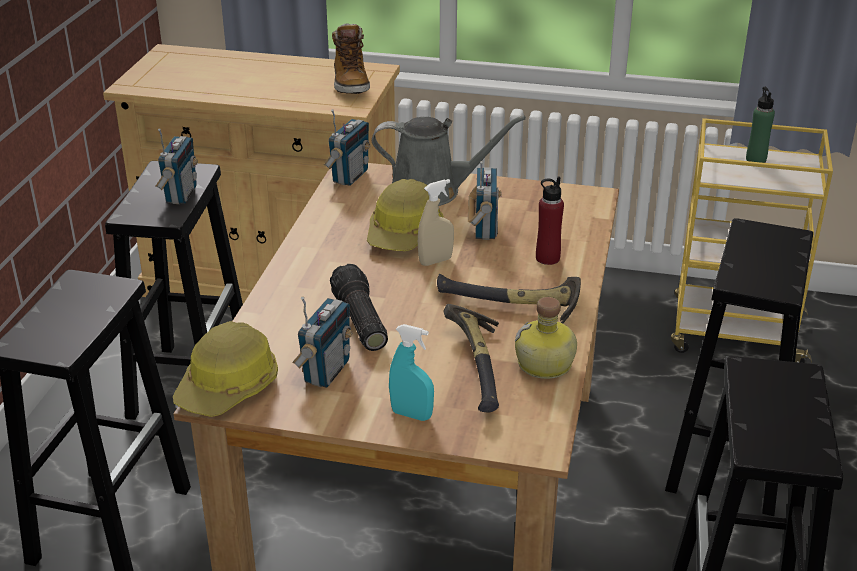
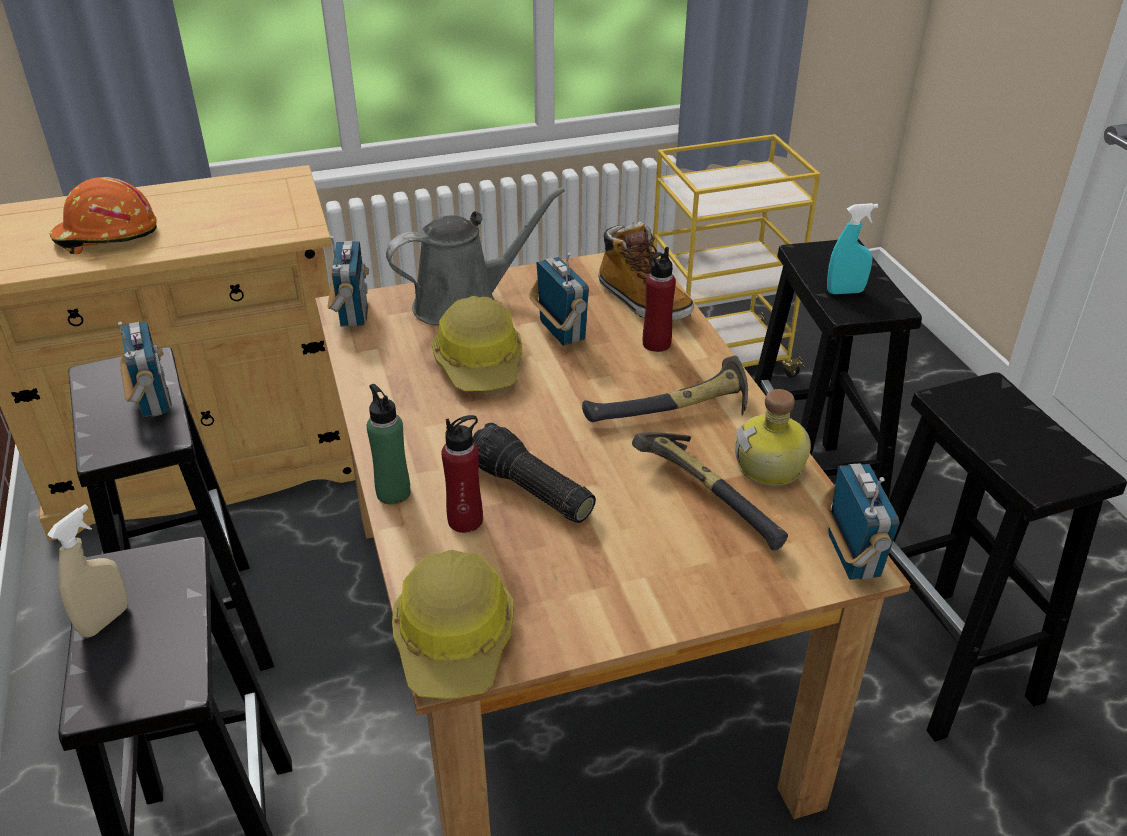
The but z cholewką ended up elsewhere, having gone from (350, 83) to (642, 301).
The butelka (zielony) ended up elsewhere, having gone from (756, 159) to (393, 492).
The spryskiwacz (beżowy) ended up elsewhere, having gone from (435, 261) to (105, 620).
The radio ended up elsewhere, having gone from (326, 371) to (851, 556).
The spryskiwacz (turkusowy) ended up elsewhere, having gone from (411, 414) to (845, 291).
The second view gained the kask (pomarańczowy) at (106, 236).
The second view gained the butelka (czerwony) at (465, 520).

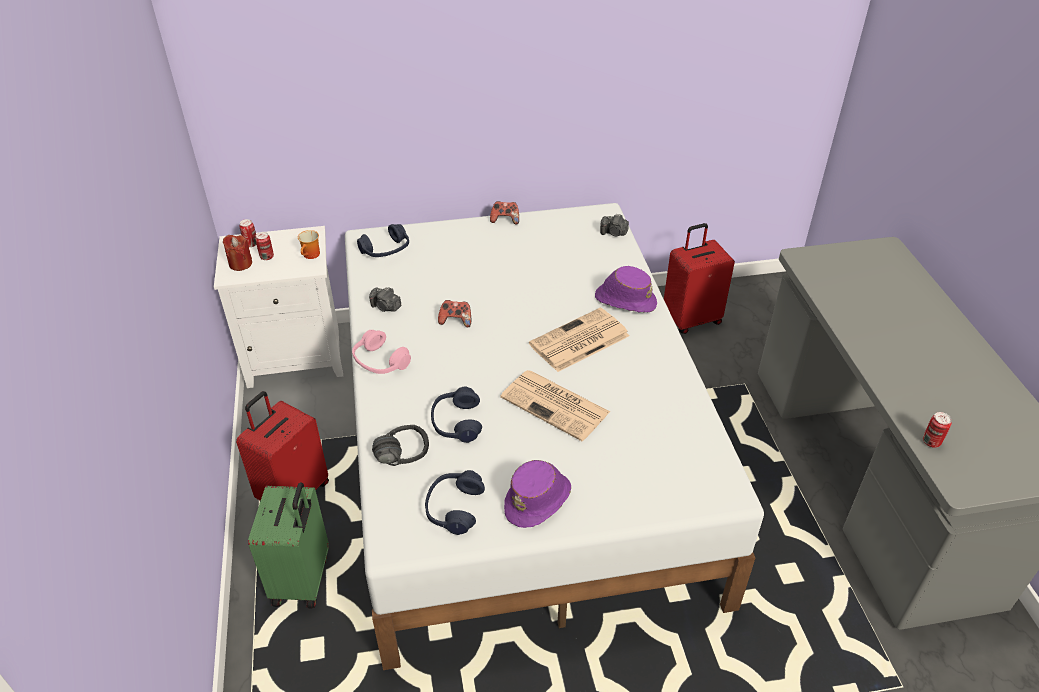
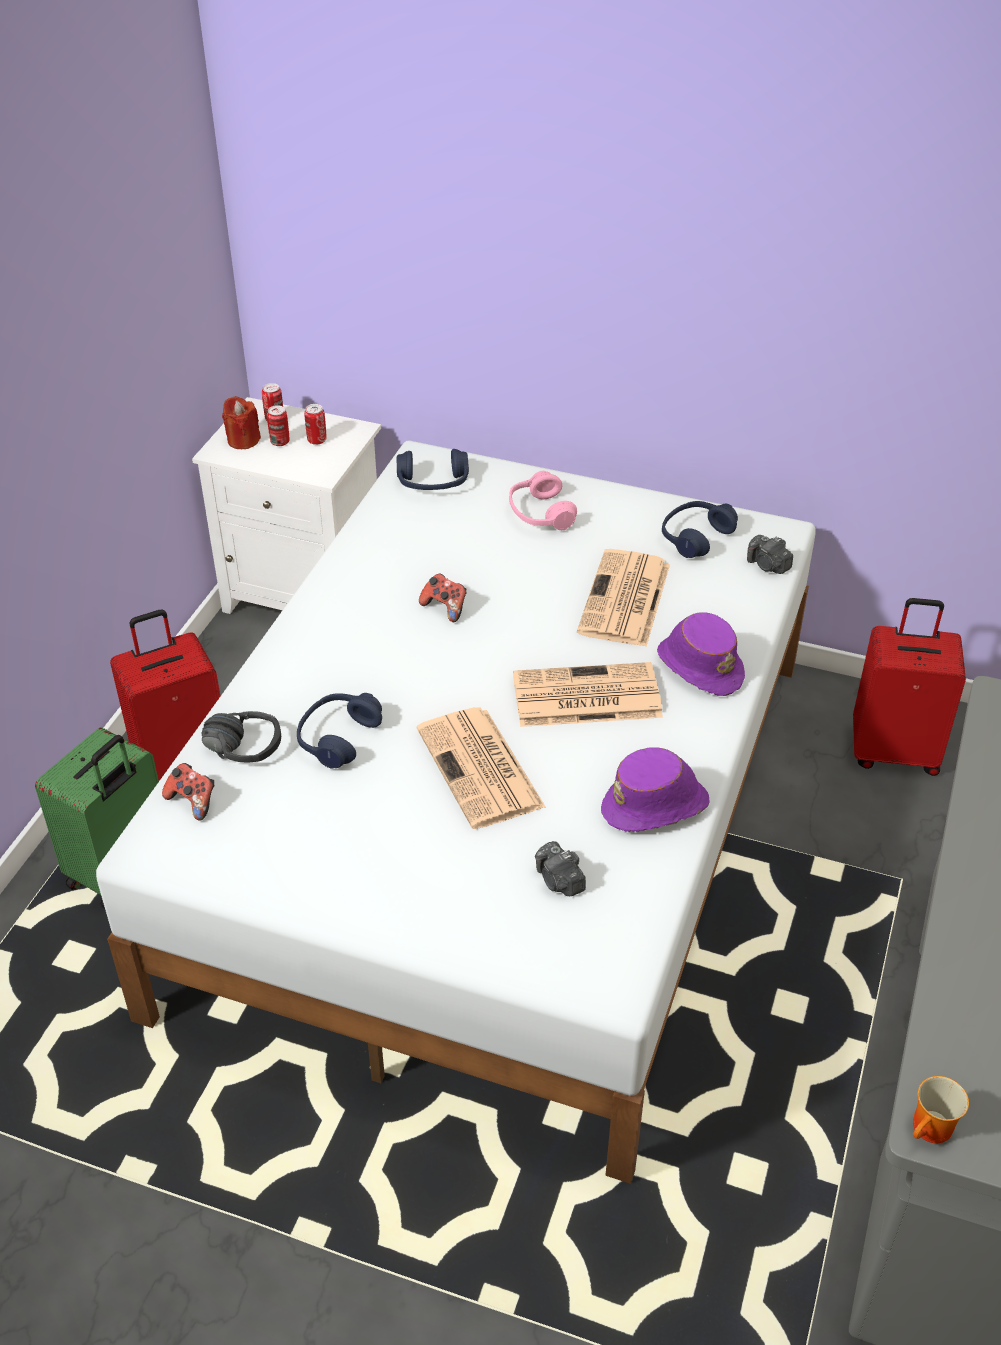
The pad do gier ended up elsewhere, having gone from (505, 220) to (193, 801).
The kubek ended up elsewhere, having gone from (312, 255) to (932, 1131).
The aparat fotograficzny ended up elsewhere, having gone from (385, 307) to (559, 881).
The słuchawki (różowy) ended up elsewhere, having gone from (380, 362) to (540, 514).
The puszka ended up elsewhere, having gone from (931, 442) to (317, 440).
The kapelusz (fioletowy) ended up elsewhere, having gone from (538, 500) to (656, 806).
The słuchawki (niebieski) ended up elsewhere, having gone from (454, 508) to (695, 537).
The second view gained the gazeta at (625, 600).

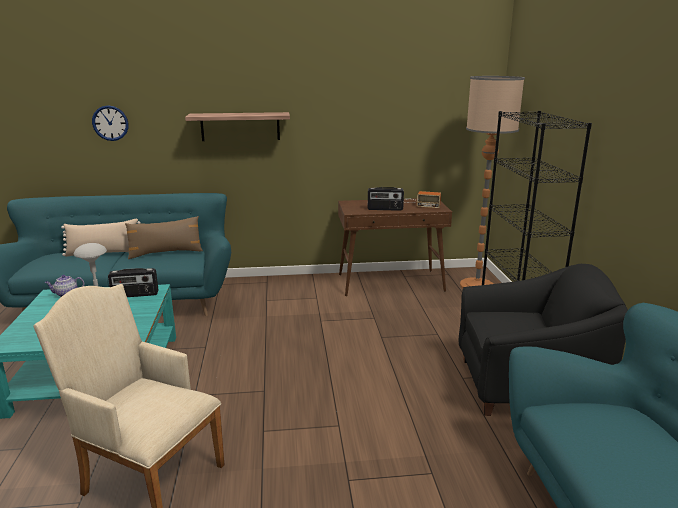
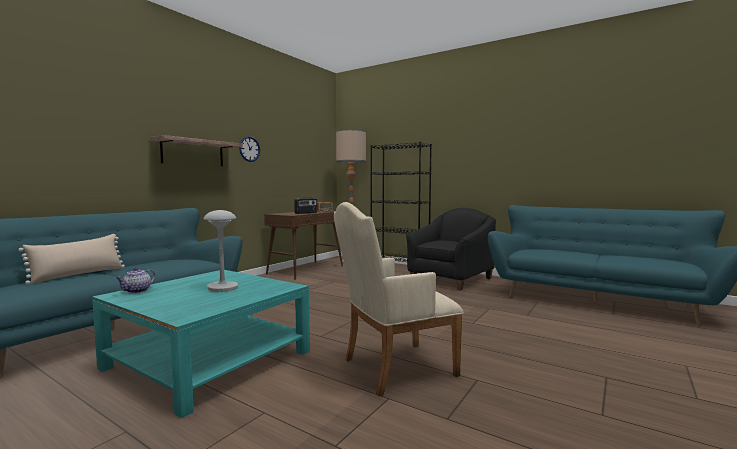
The zegar ścienny ended up elsewhere, having gone from (110, 123) to (249, 149).
The second view lost the poduszka (brązowy) at (166, 253).
The second view lost the radio at (135, 295).

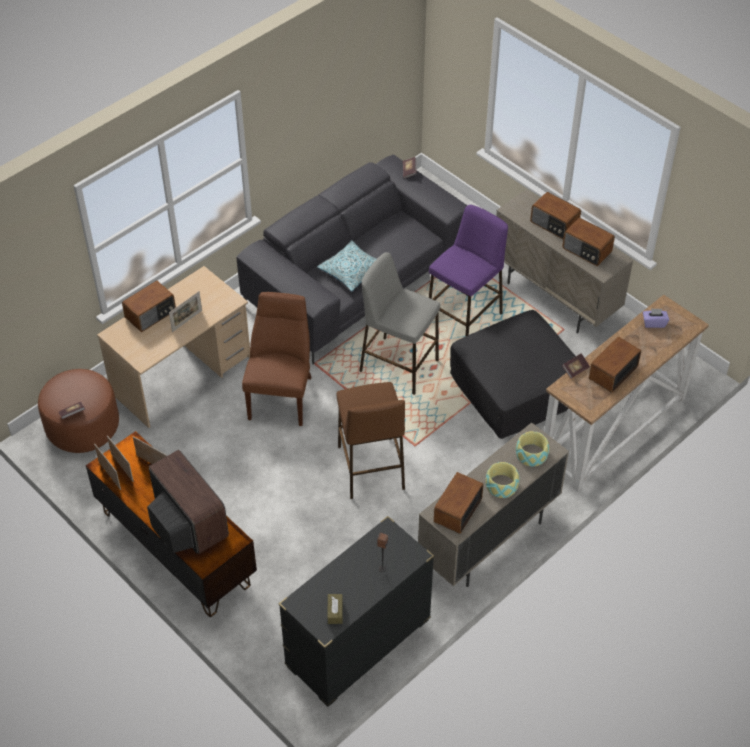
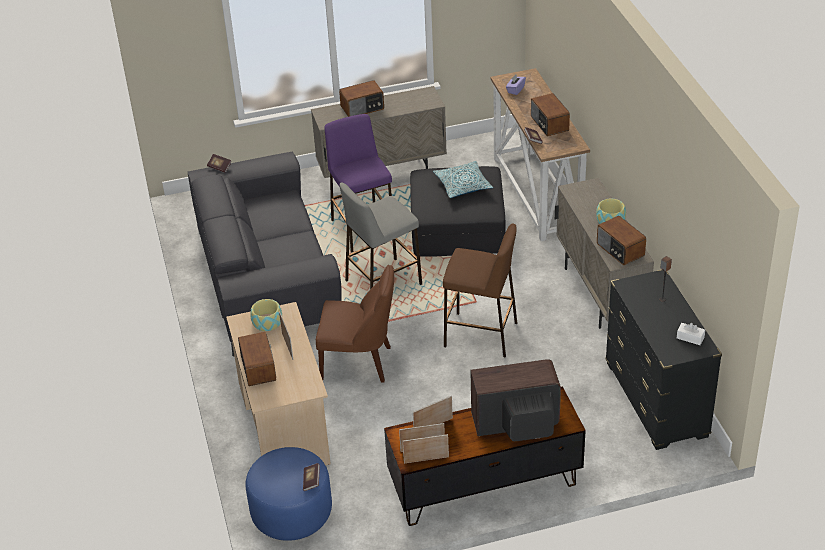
The second view lost the radio at (586, 251).
The poduszka ended up elsewhere, having gone from (352, 271) to (463, 185).
The krzesło (brązowy) at (282, 395) ended up facing another way, 150 degrees clockwise from before.
What was the pufa (brązowy) at (83, 427) turned into the pufa (niebieski) at (291, 513).
The miska ended up elsewhere, having gone from (531, 454) to (267, 322).
What was the pudełko chusteczek (brązowy) at (335, 612) turned into the pudełko chusteczek (biały) at (690, 338).

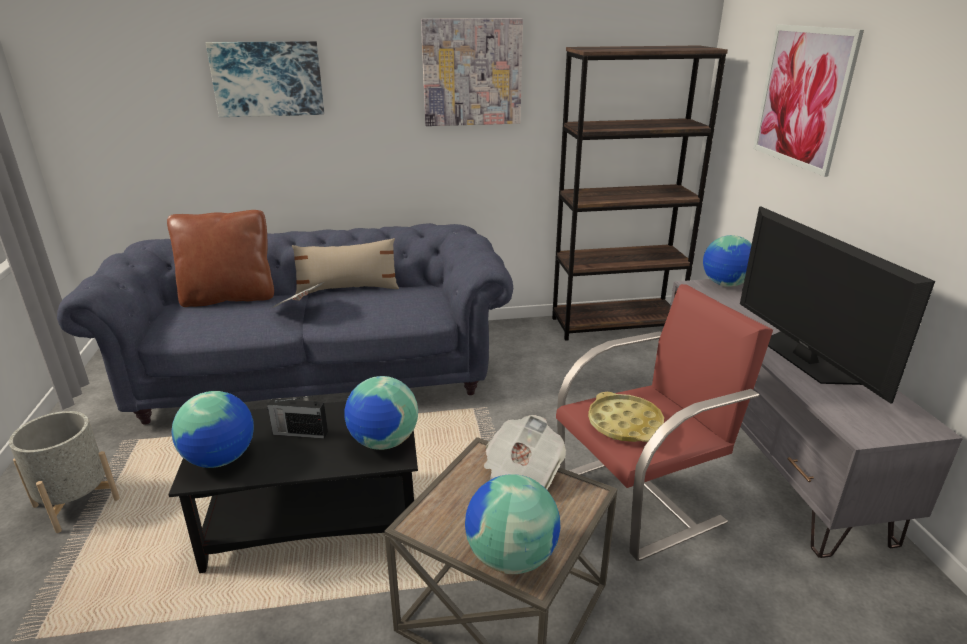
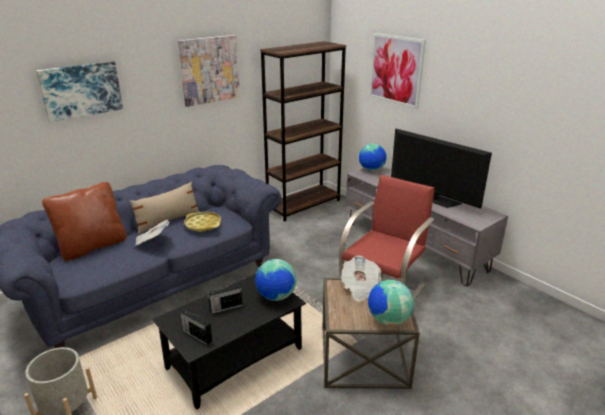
Where the globus stood at (221, 459), the radio came to stand at (197, 335).
The taca (żółty) ended up elsewhere, having gone from (625, 424) to (203, 225).

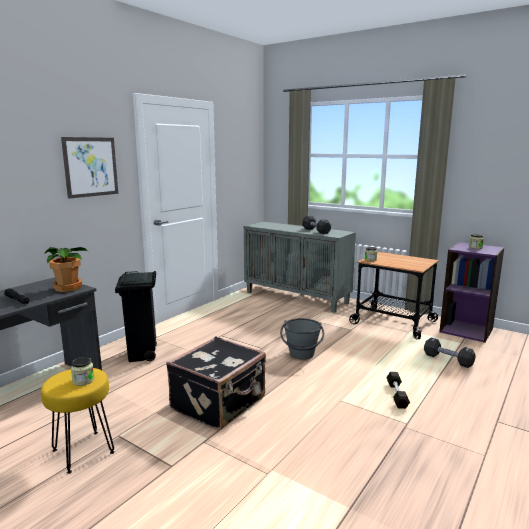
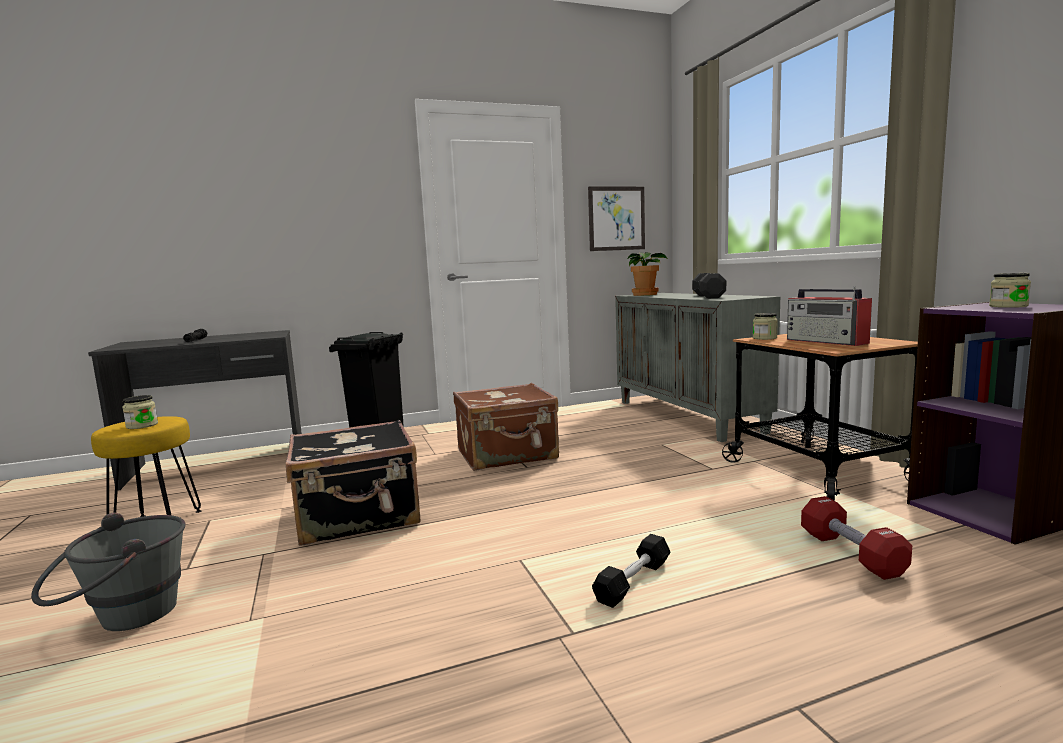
The obraz ended up elsewhere, having gone from (91, 167) to (616, 218).
The roślina doniczkowa ended up elsewhere, having gone from (68, 288) to (645, 294).
The wiadro (szary) ended up elsewhere, having gone from (301, 356) to (123, 619).
What was the hantel (czarny) at (448, 360) turned into the hantel (czerwony) at (851, 553).
The second view gained the radio at (827, 341).
The second view gained the walizka (brązowy) at (507, 455).

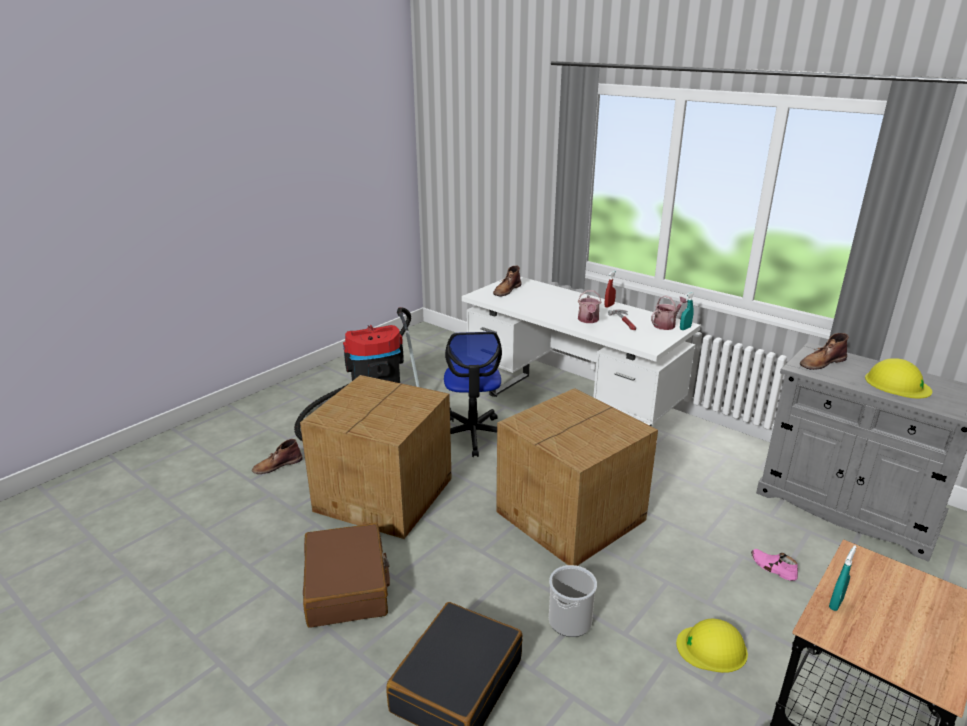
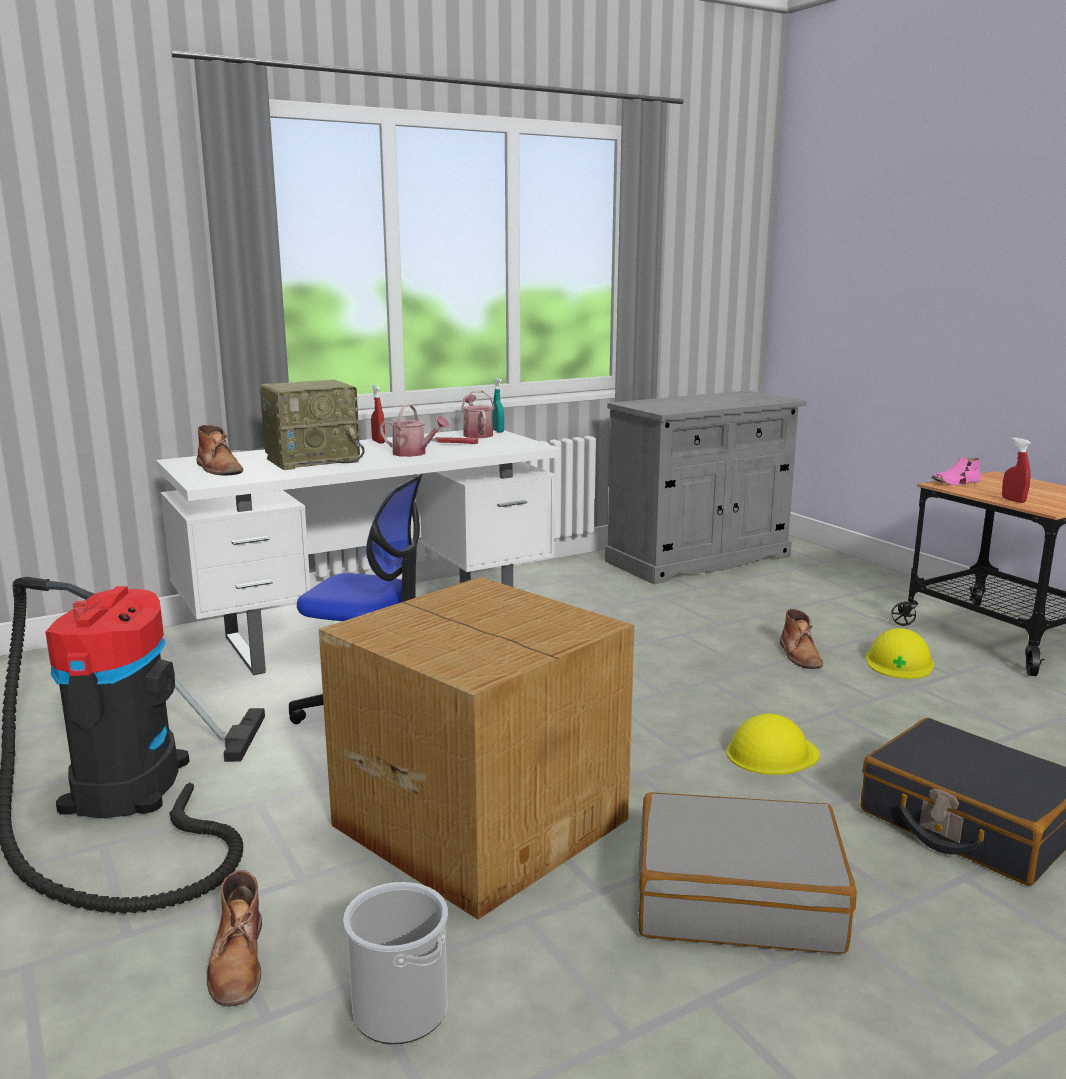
The but z cholewką (brązowy) ended up elsewhere, having gone from (821, 362) to (800, 655).
The kask (żółty) ended up elsewhere, having gone from (897, 384) to (771, 753).
The second view lost the karton at (573, 516).
What was the walizka (brązowy) at (347, 586) turned into the walizka (szary) at (737, 897).
What was the spryskiwacz (turkusowy) at (836, 603) turned into the spryskiwacz (czerwony) at (1013, 500).
The but (różowy) ended up elsewhere, having gone from (772, 568) to (956, 482).
The wiadro ended up elsewhere, having gone from (570, 621) to (400, 1010).
The second view gained the radio at (313, 460).

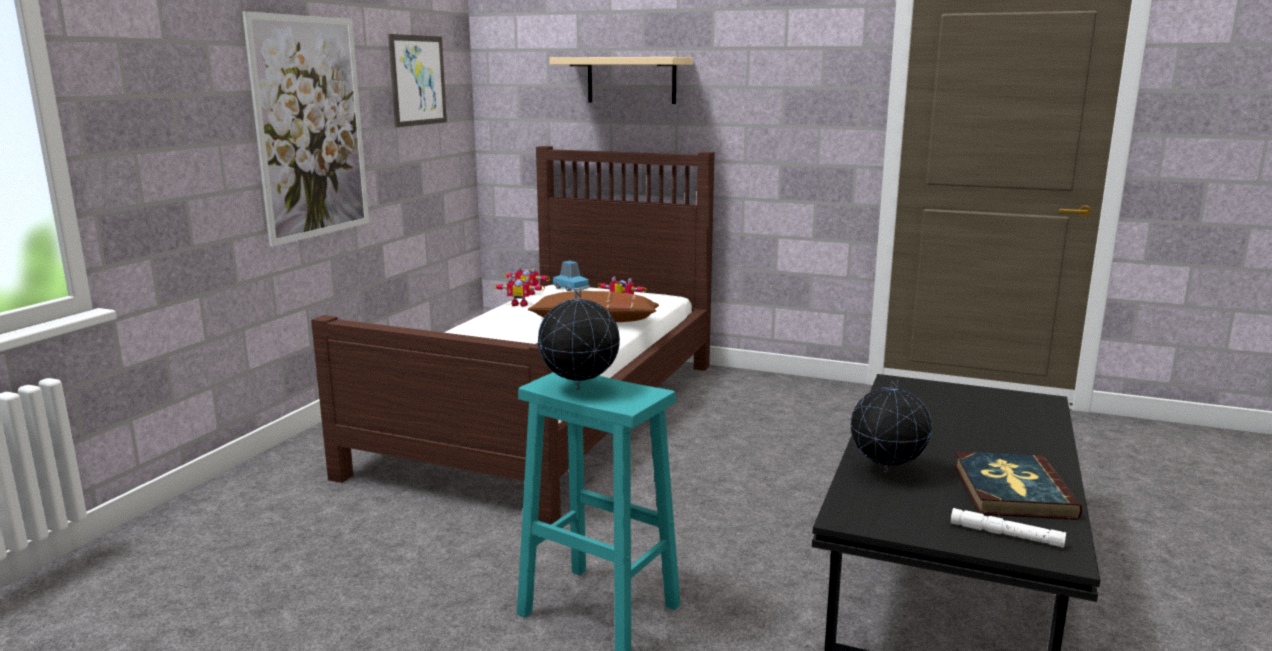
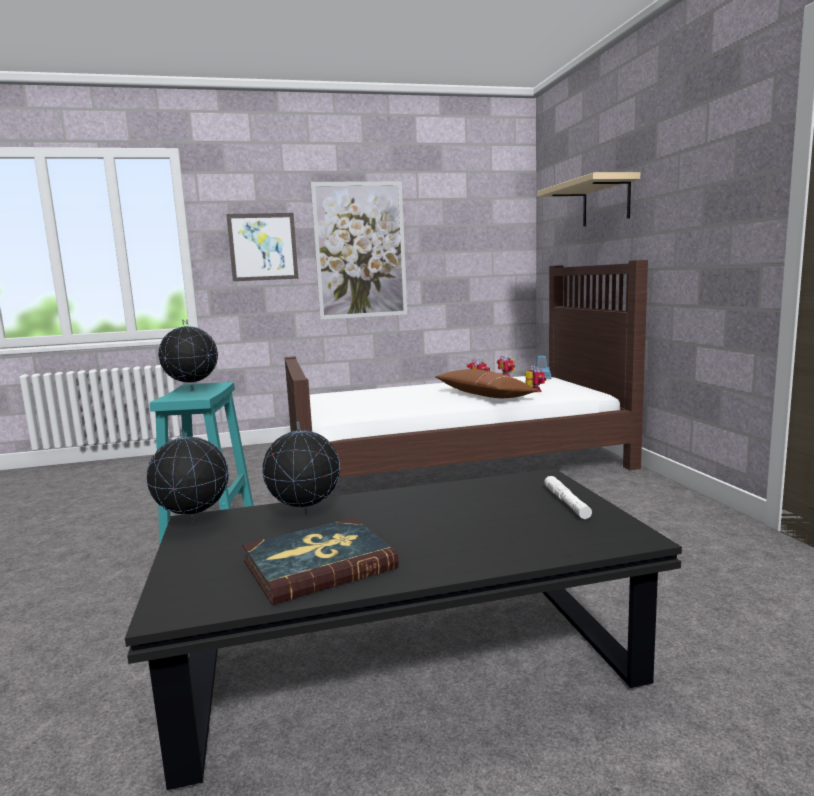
The obraz ended up elsewhere, having gone from (418, 80) to (263, 247).
The latarka (biały) ended up elsewhere, having gone from (1006, 534) to (566, 502).
The second view gained the globus at (194, 522).

